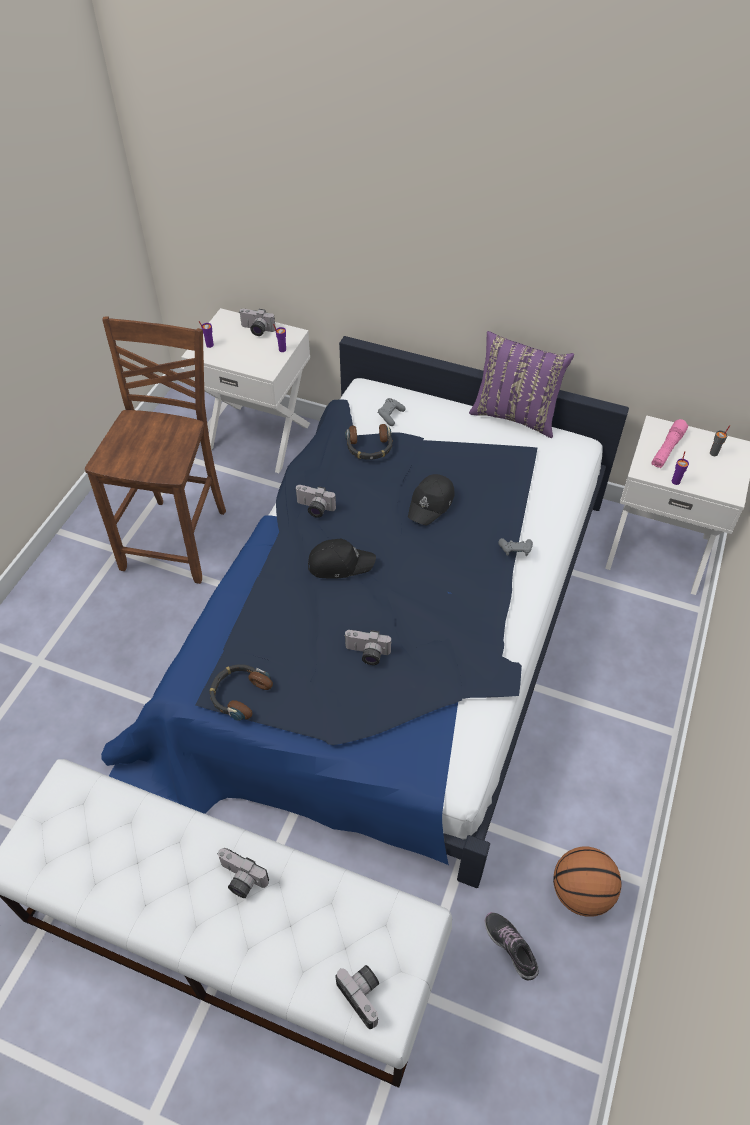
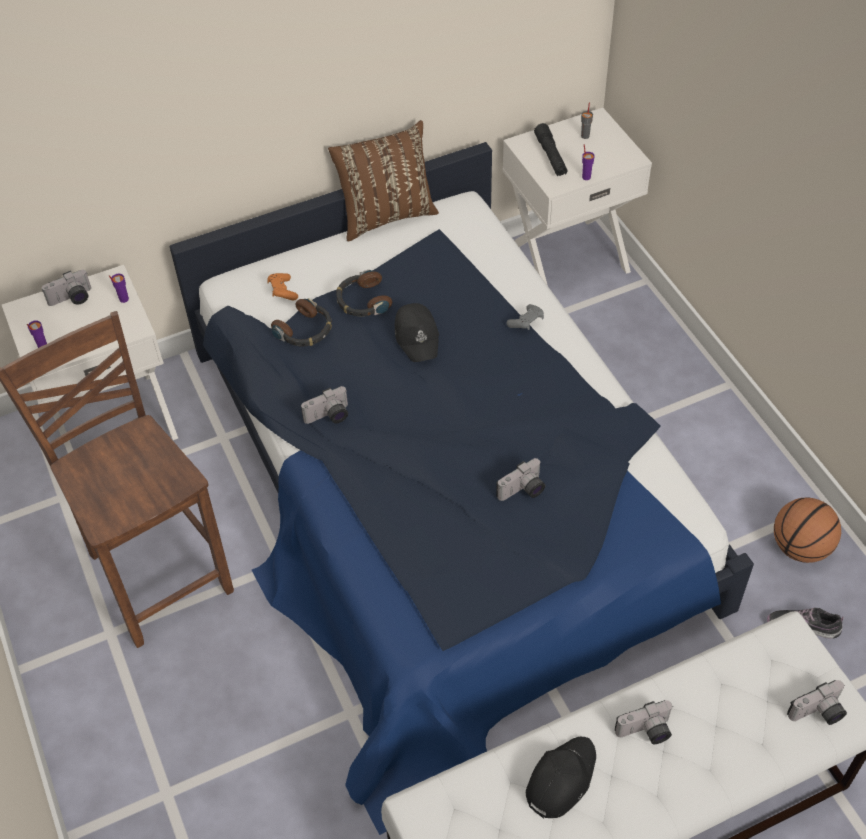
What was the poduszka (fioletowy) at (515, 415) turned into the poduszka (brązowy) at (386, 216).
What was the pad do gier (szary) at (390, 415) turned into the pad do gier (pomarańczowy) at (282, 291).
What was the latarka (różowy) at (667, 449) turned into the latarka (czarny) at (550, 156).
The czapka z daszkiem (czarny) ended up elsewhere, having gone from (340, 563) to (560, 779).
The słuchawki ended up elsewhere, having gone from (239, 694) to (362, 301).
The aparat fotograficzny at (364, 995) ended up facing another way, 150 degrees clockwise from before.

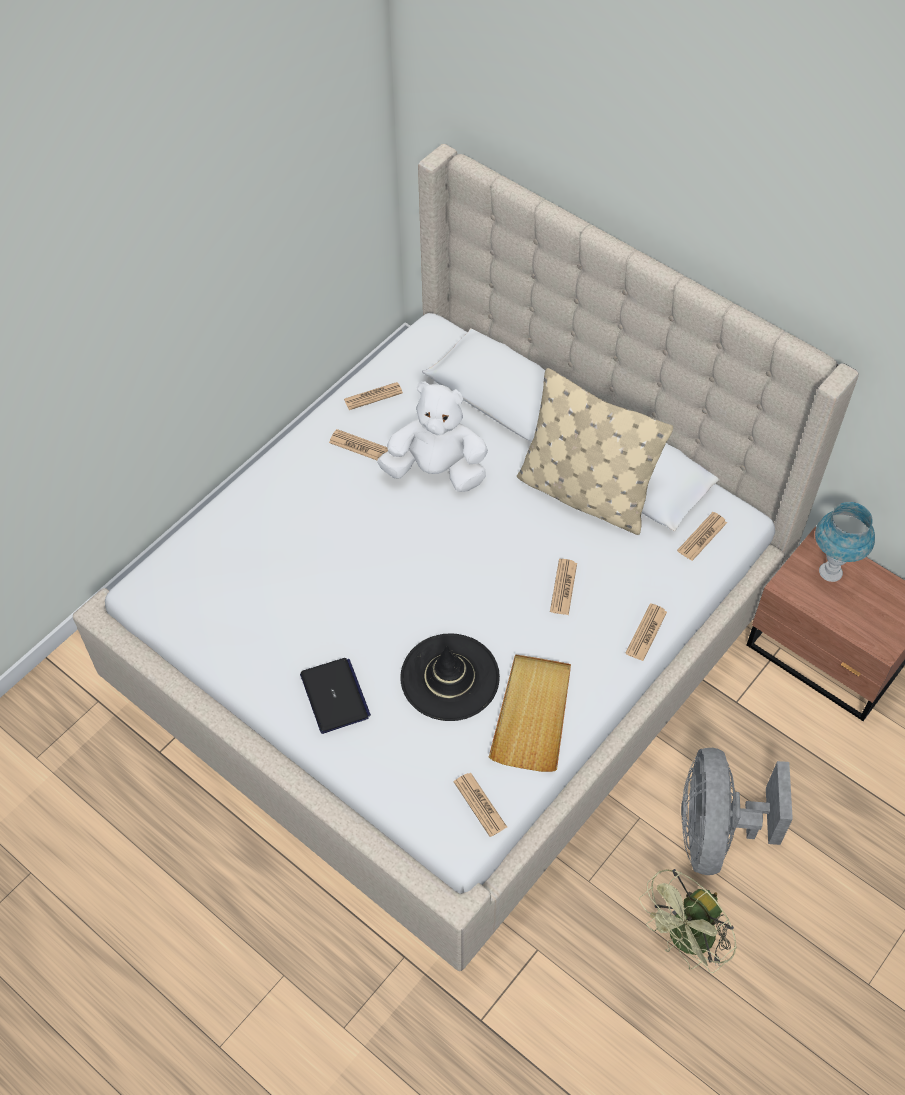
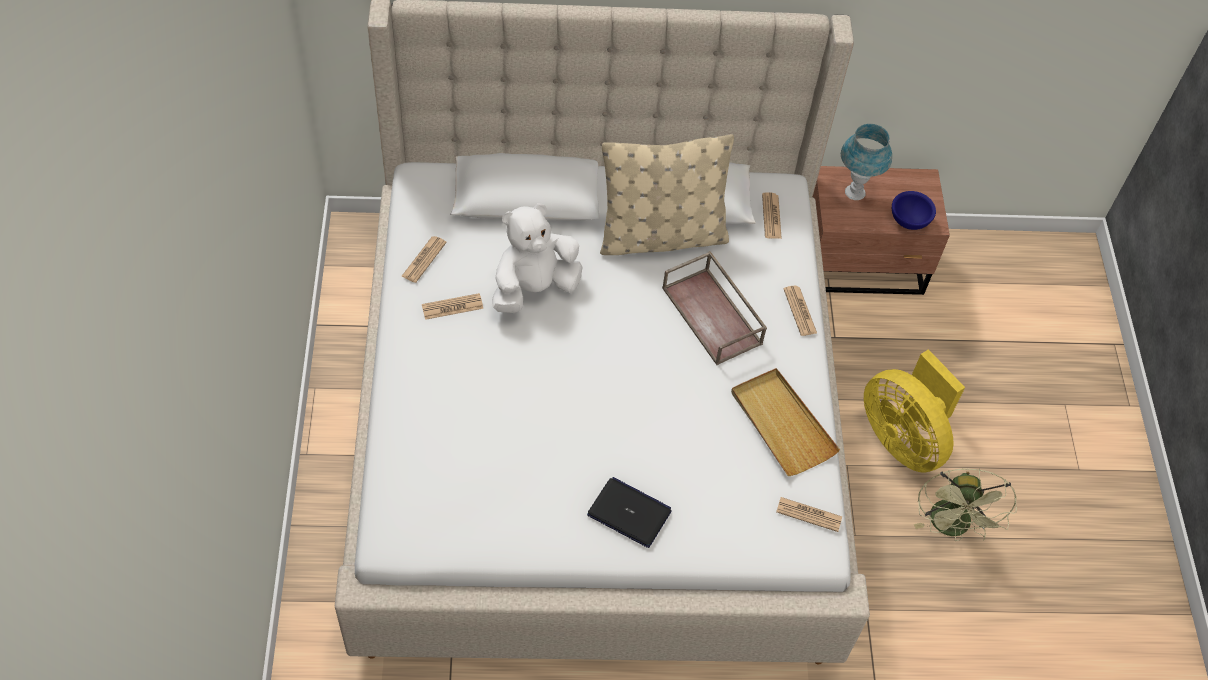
Where the gazeta stood at (563, 587), the taca (brązowy) came to stand at (713, 316).
The second view lost the kapelusz (czarny) at (450, 677).
What was the wentylator (szary) at (715, 832) turned into the wentylator (żółty) at (903, 438).
The second view gained the miska (niebieski) at (909, 220).

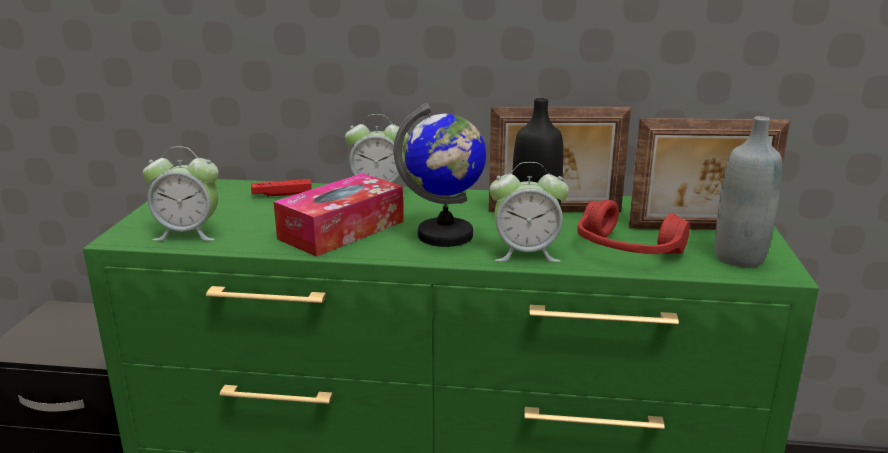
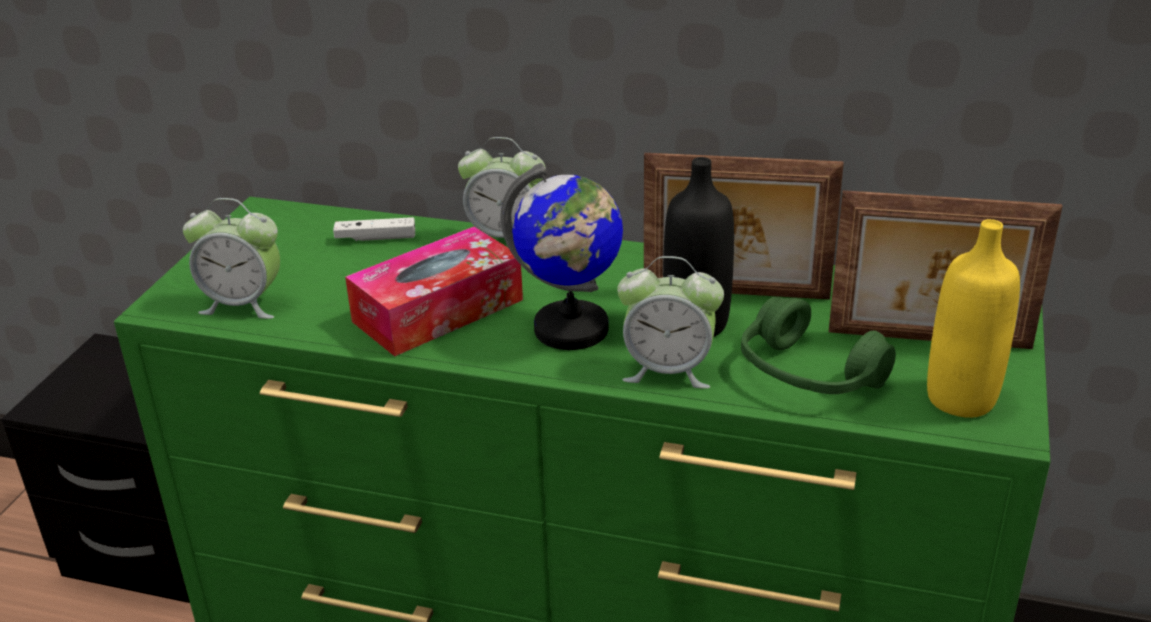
What was the butelka (szary) at (739, 257) turned into the butelka (żółty) at (961, 398).
What was the pad do gier (czerwony) at (282, 194) turned into the pad do gier (biały) at (375, 238).
What was the słuchawki (czerwony) at (627, 250) turned into the słuchawki (zielony) at (808, 374).

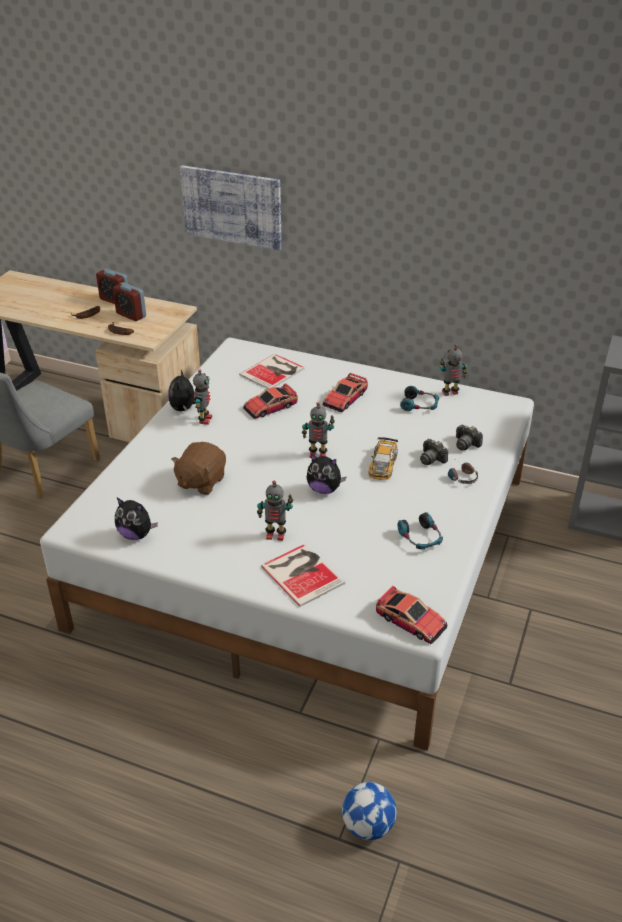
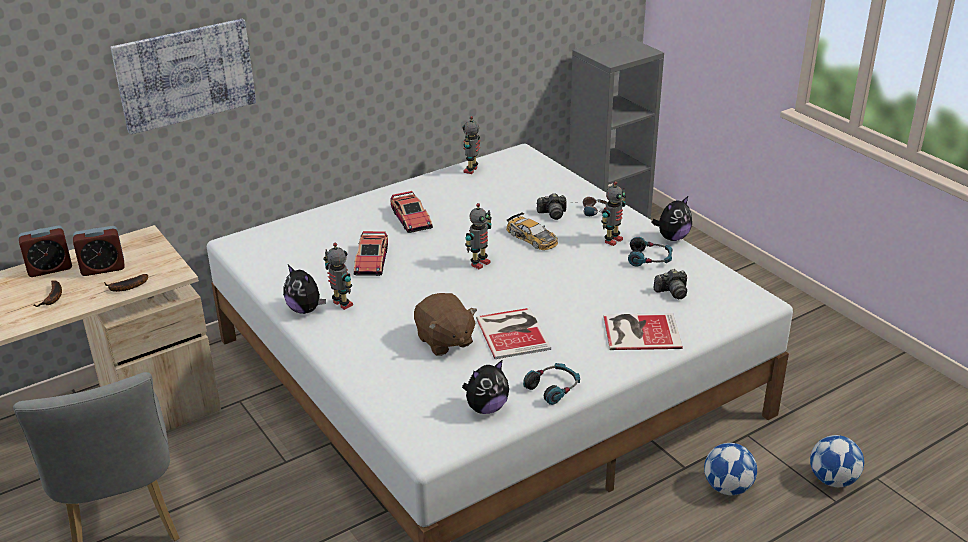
The książka ended up elsewhere, having gone from (274, 372) to (513, 332).
The słuchawki ended up elsewhere, having gone from (419, 405) to (553, 388).
The aparat fotograficzny ended up elsewhere, having gone from (466, 444) to (672, 292).
The pluszak ended up elsewhere, having gone from (324, 489) to (672, 238).
The robot zabawkowy ended up elsewhere, having gone from (275, 535) to (612, 240).
The second view lost the samochodzik at (411, 621).
The second view gained the piłka futbolowa at (727, 488).

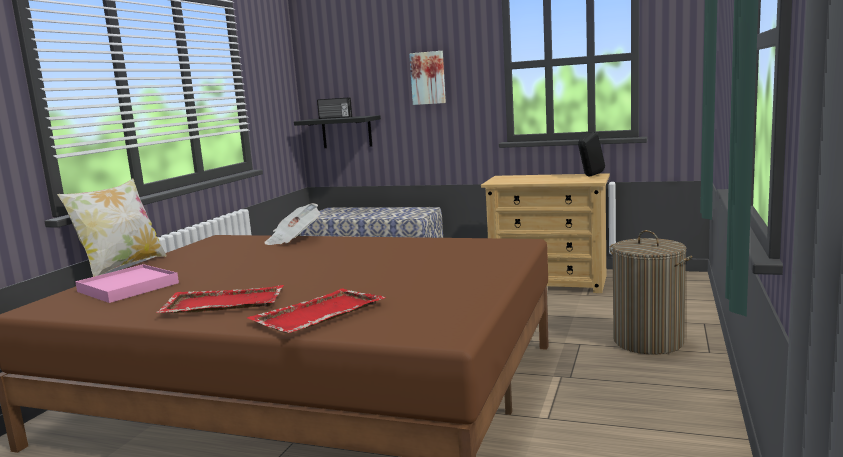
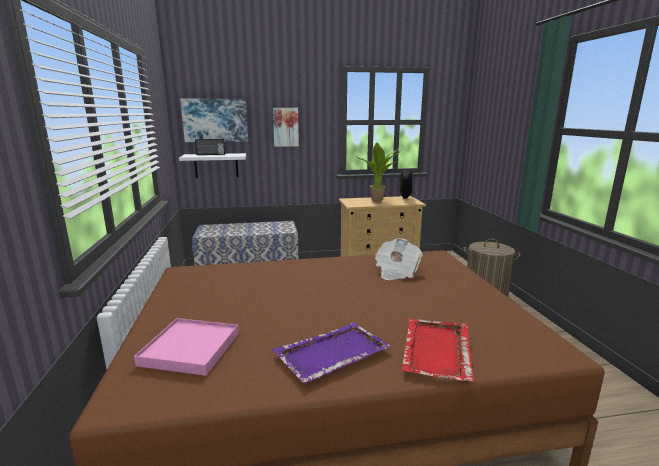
What was the półka (czarny) at (346, 132) turned into the półka (biały) at (216, 165).
The second view lost the poduszka at (122, 266).
The gazeta ended up elsewhere, having gone from (293, 240) to (396, 271).
What was the taca (czerwony) at (222, 303) turned into the taca (fioletowy) at (331, 353).
The second view gained the obraz at (215, 120).
The second view gained the roślina doniczkowa at (378, 201).

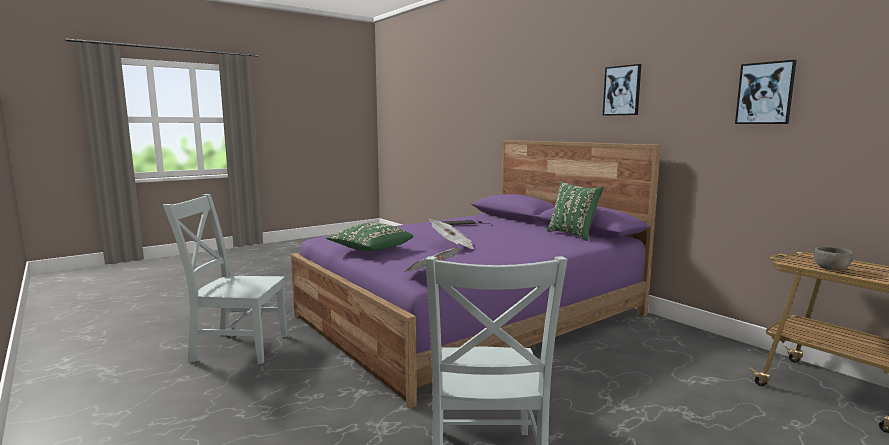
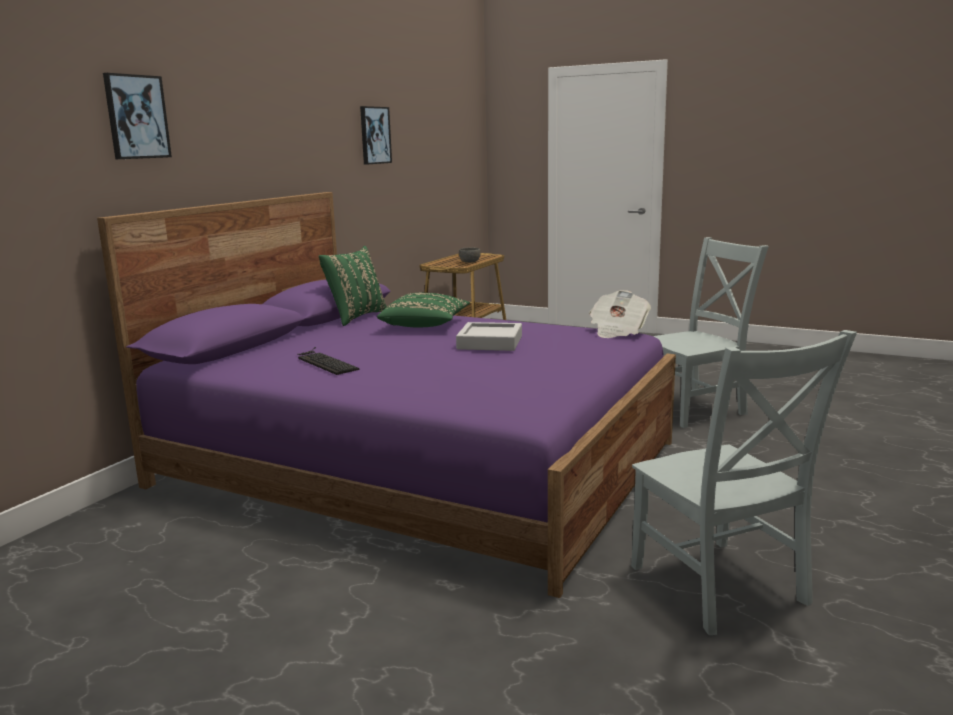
The obraz ended up elsewhere, having gone from (622, 90) to (136, 117).
Where the gazeta stood at (452, 246), the taca (szary) came to stand at (490, 342).
The poduszka (zielony) ended up elsewhere, having gone from (370, 250) to (425, 325).

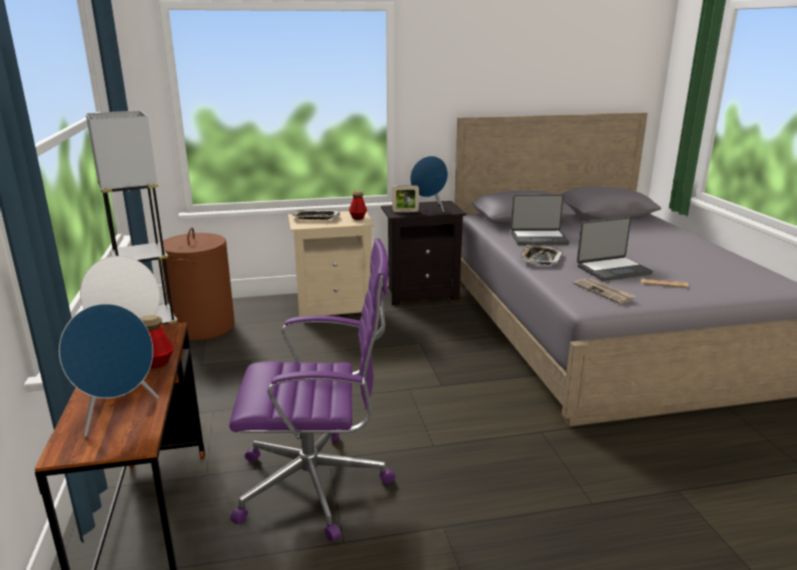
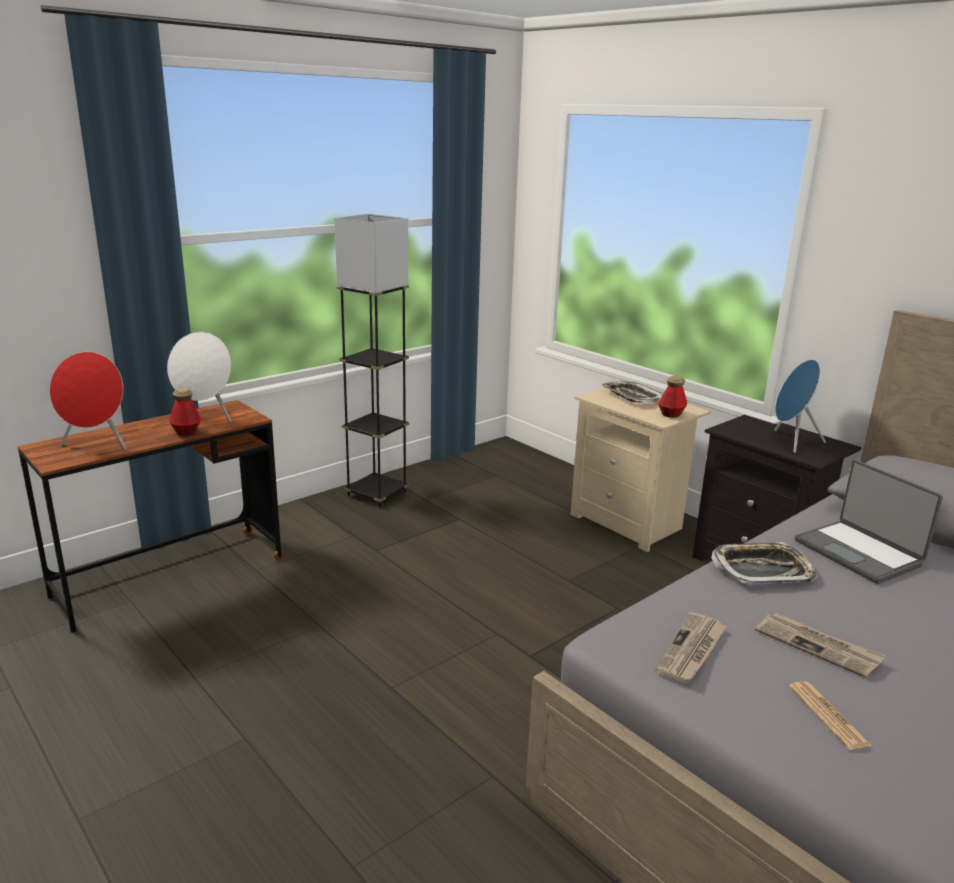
The second view lost the ramka na zdjęcie at (405, 211).
Where the laptop stood at (612, 269), the gazeta came to stand at (818, 646).
The second view lost the kosz na pranie (brązowy) at (203, 327).
The second view lost the krzesło biurowe (fioletowy) at (317, 485).
What was the głośnik (niebieski) at (118, 413) turned into the głośnik (czerwony) at (97, 445).

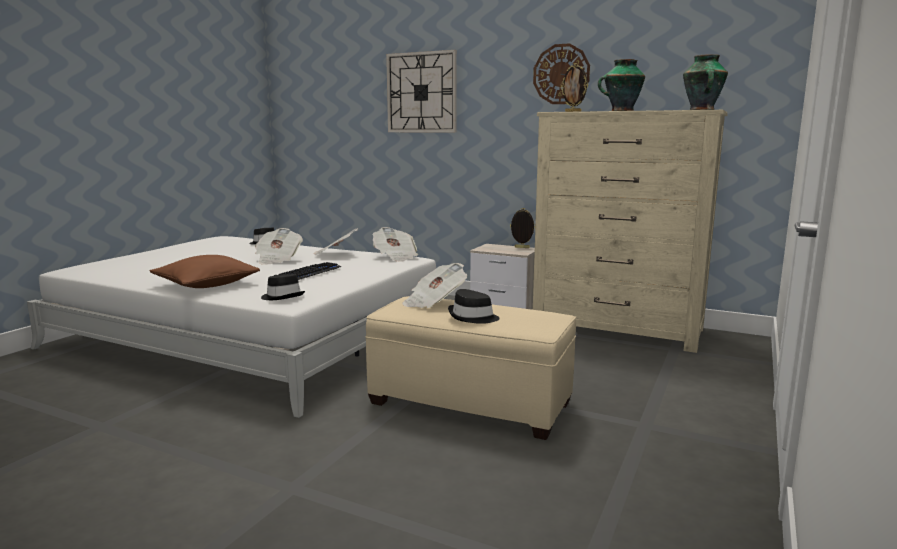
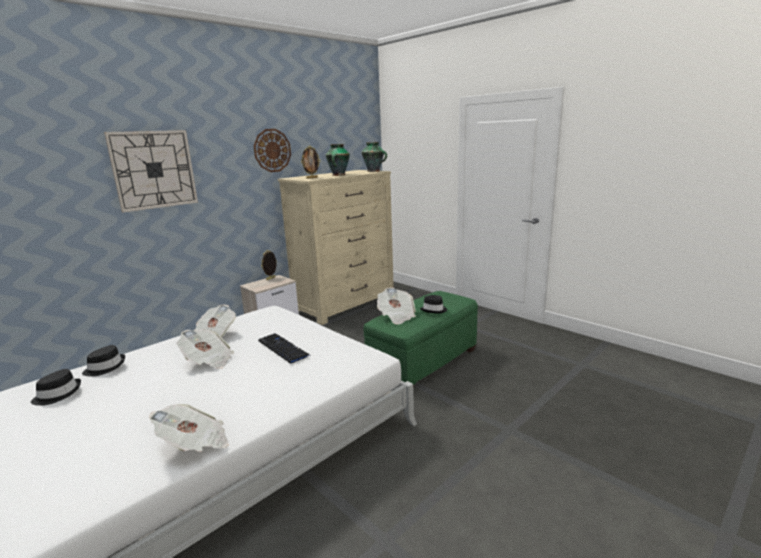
The gazeta ended up elsewhere, having gone from (395, 257) to (195, 443).
The second view lost the poduszka (brązowy) at (206, 284).
The kapelusz (czarny) ended up elsewhere, having gone from (282, 297) to (58, 394).
What was the pufa (beżowy) at (470, 403) turned into the pufa (zielony) at (423, 362).

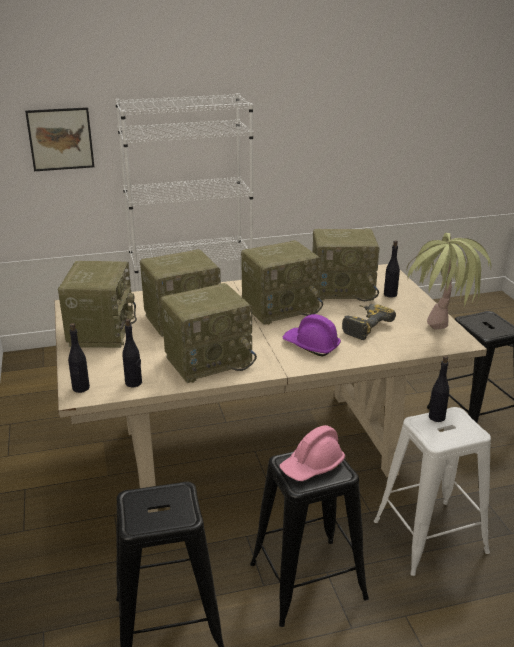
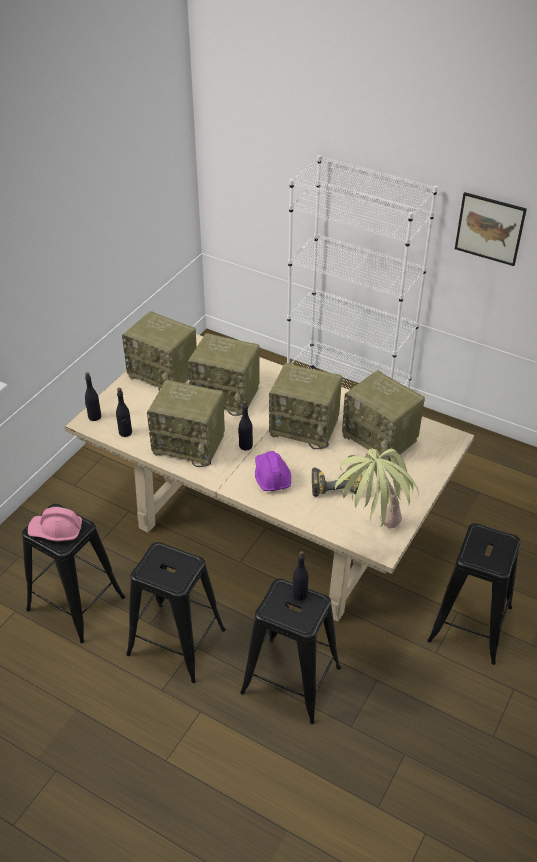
The obraz ended up elsewhere, having gone from (60, 139) to (489, 228).
The butelka (czarny) ended up elsewhere, having gone from (390, 294) to (245, 446).
The radio at (101, 330) ended up facing another way, 75 degrees clockwise from before.
What was the stołek (biały) at (430, 536) turned into the stołek (czarny) at (291, 680).
The kask (różowy) ended up elsewhere, having gone from (312, 466) to (56, 531).

